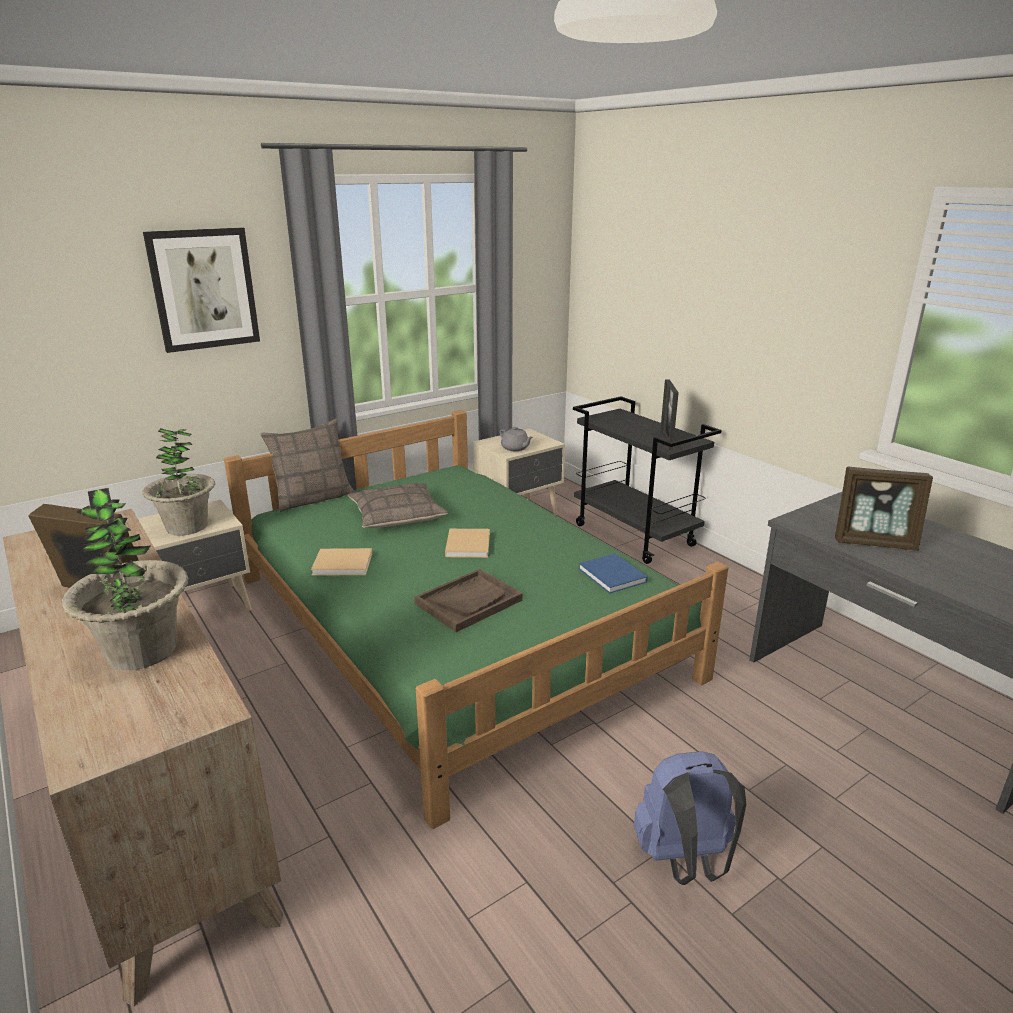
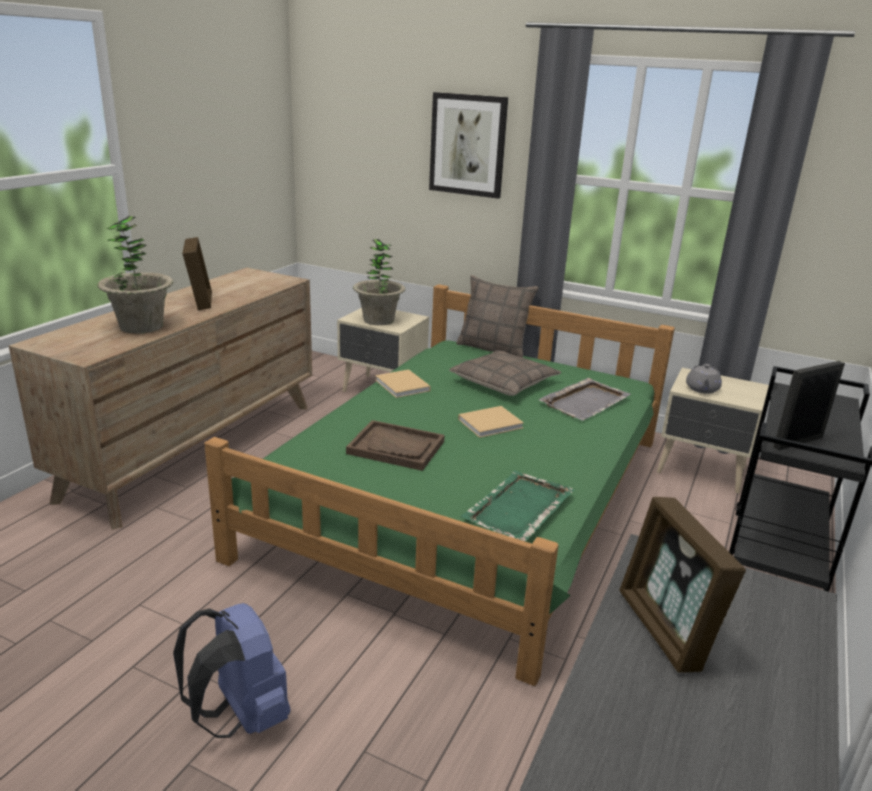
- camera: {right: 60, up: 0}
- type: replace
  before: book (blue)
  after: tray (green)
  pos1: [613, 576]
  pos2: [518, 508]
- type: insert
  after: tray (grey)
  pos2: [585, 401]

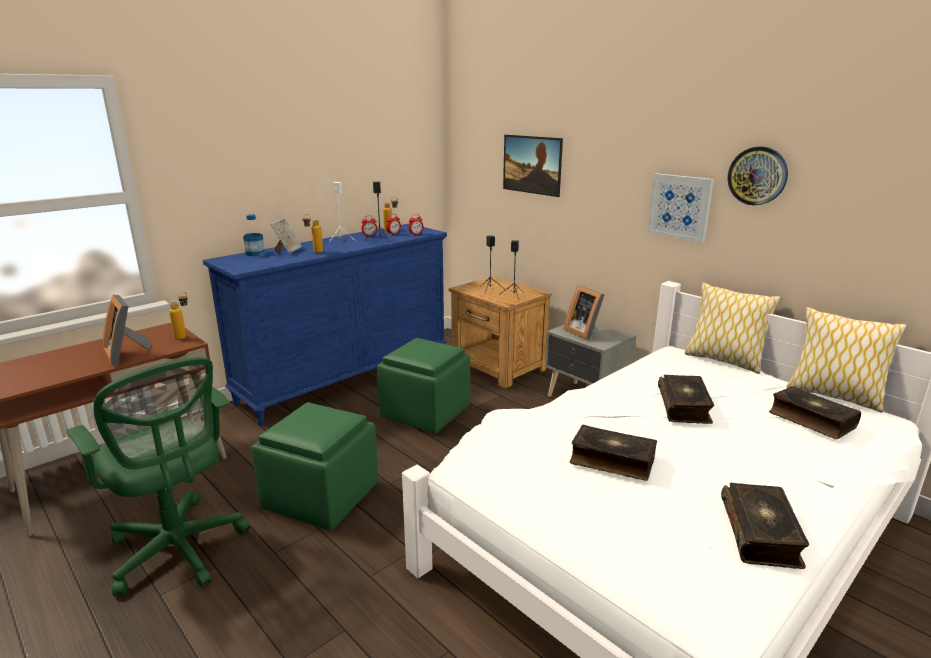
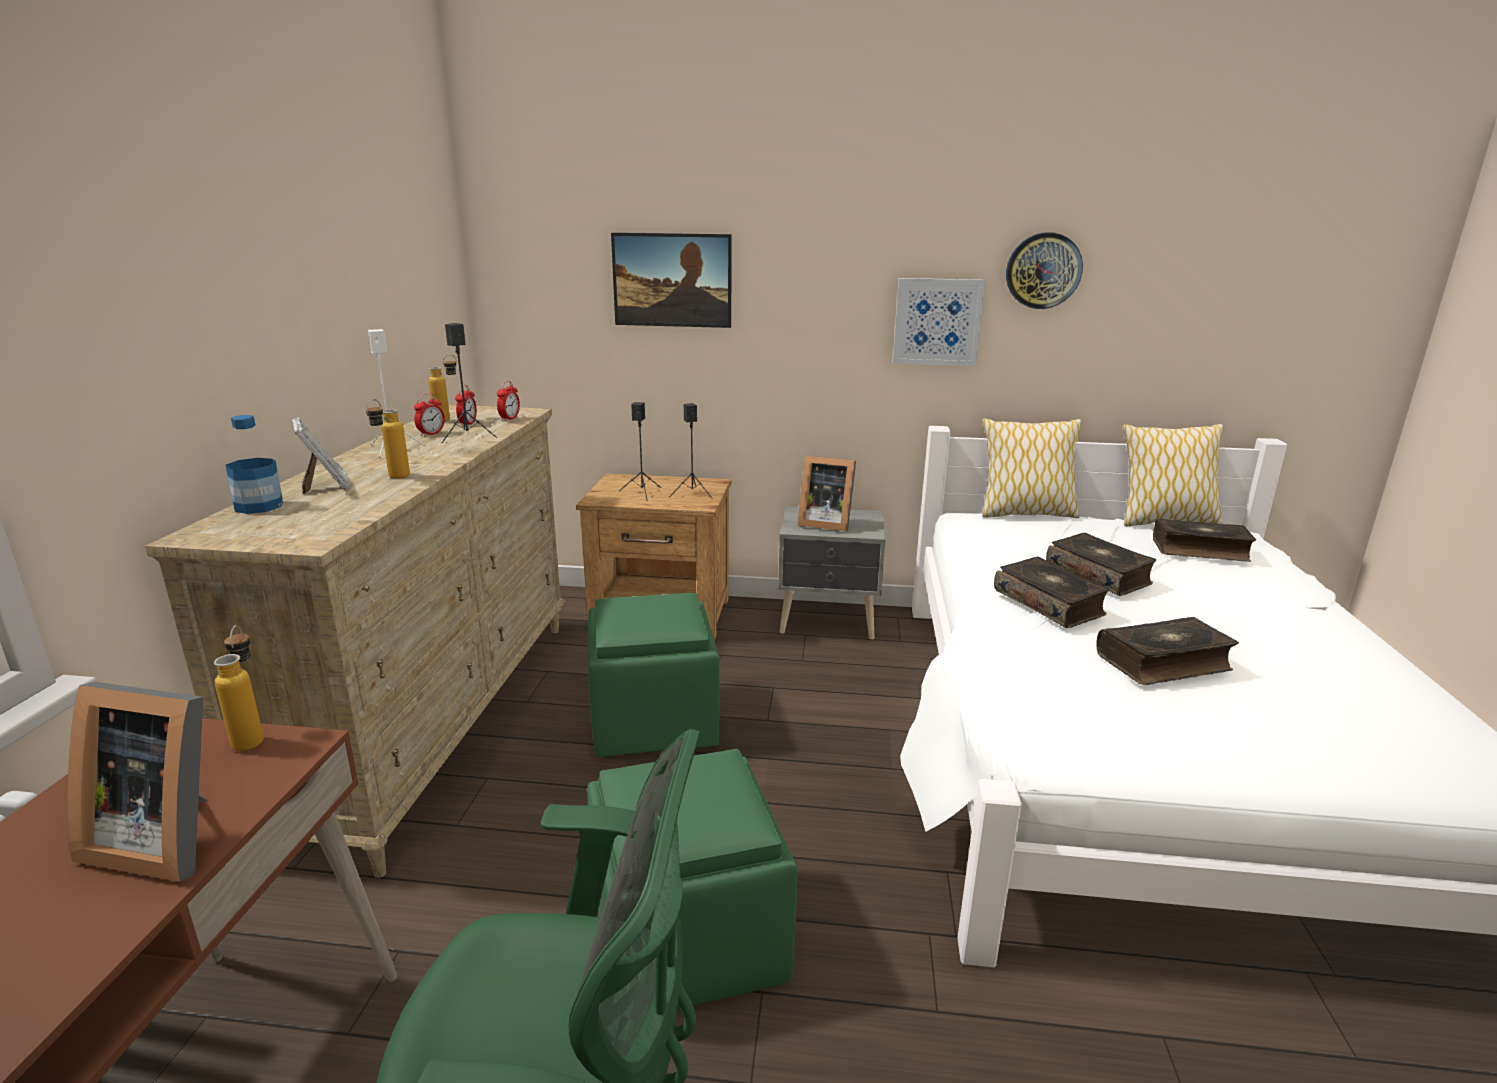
- camera: {right: -40, up: 0}
- type: recolor
  before: dresser (blue)
  after: dresser (beige)
  pos1: [347, 378]
  pos2: [440, 720]
- type: move
  before: book
  pos1: [761, 534]
  pos2: [1049, 603]

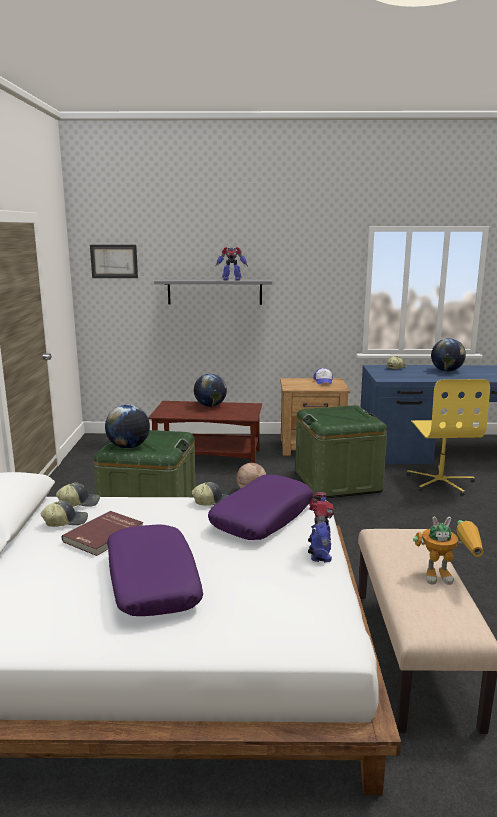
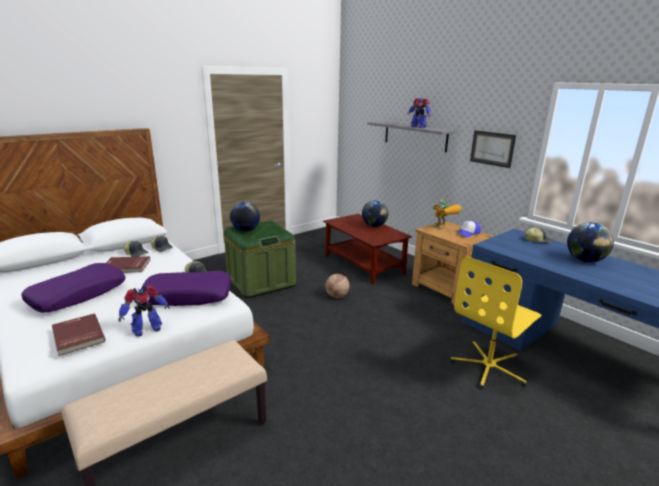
- camera: {right: 50, up: 5}
- type: move
  before: picture
  pos1: [114, 261]
  pos2: [492, 148]
- type: delete
  before: storage box (green)
  pos1: [337, 482]
- type: move
  before: toy robot
  pos1: [448, 576]
  pos2: [444, 228]
- type: insert
  after: book (red)
  pos2: [77, 336]

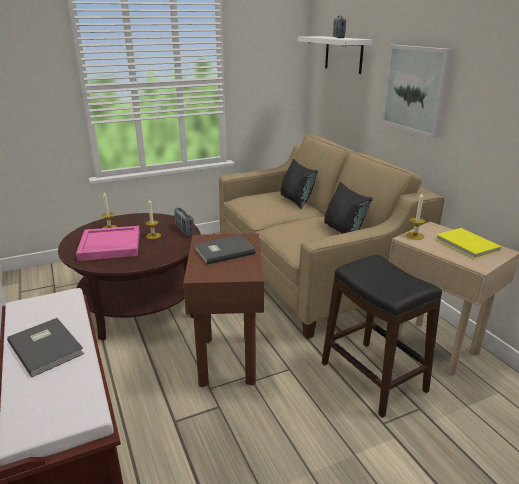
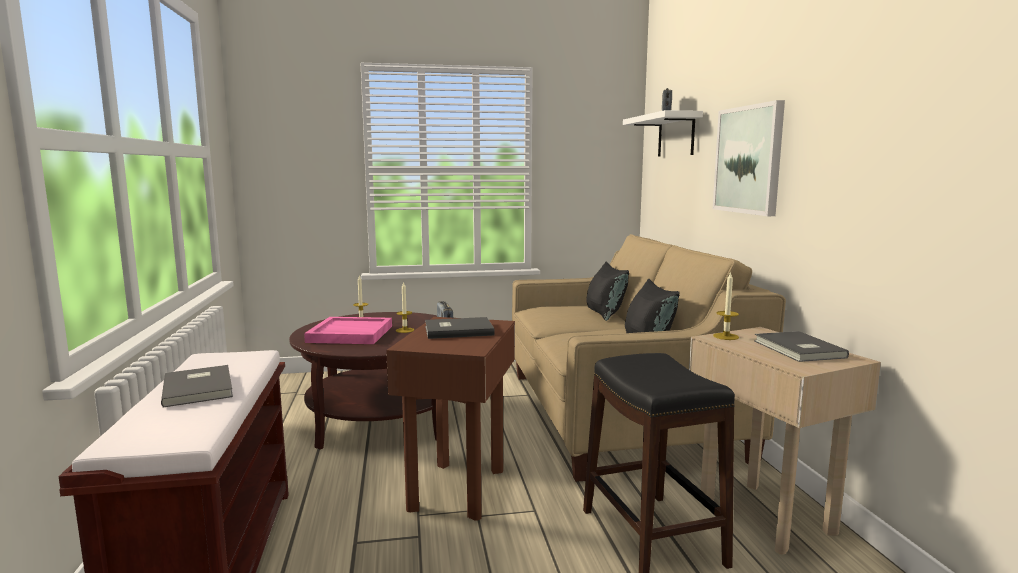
- camera: {right: 15, up: -15}
- type: recolor
  before: book (yellow)
  after: book (grey)
  pos1: [466, 245]
  pos2: [797, 349]

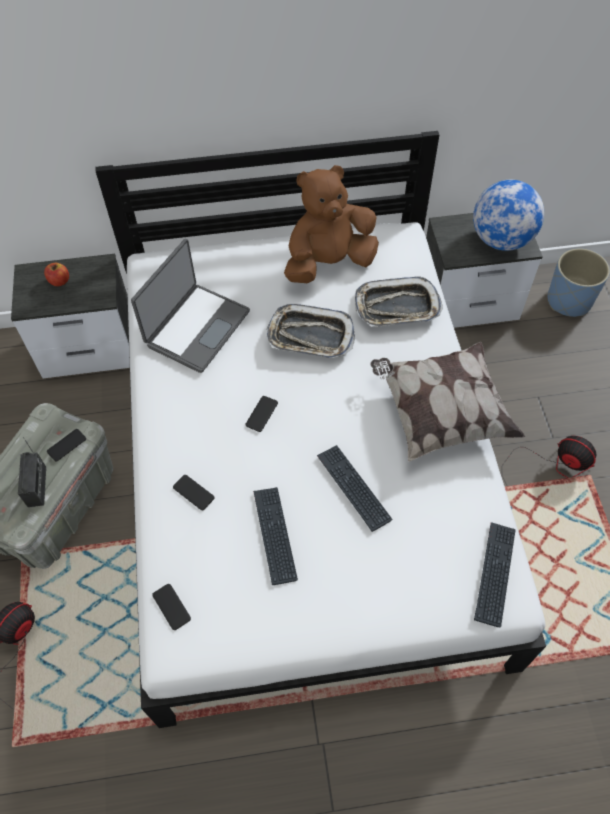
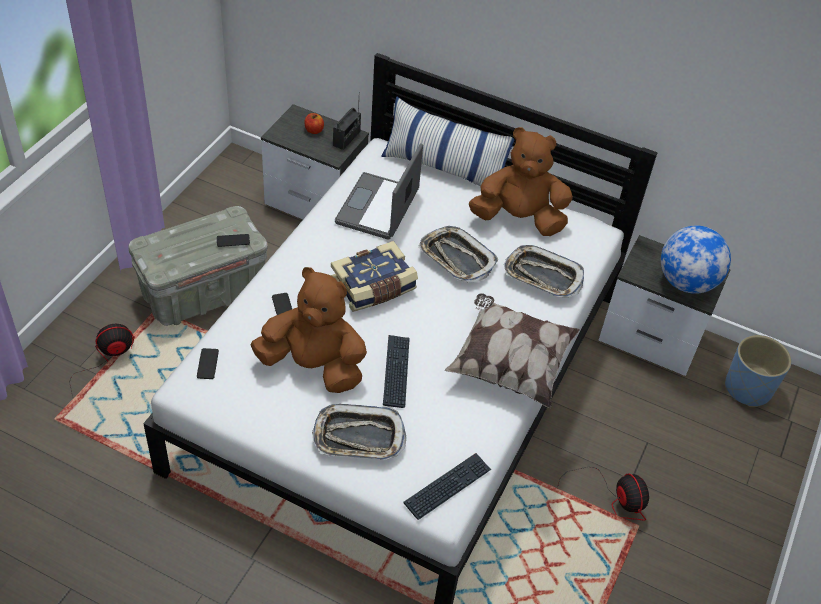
- camera: {right: 30, up: -10}
- type: rotate
  before: laptop
  pos1: [196, 327]
  pos2: [379, 208]
  turn: 135
- type: replace
  before: phone
  after: book
  pos1: [261, 414]
  pos2: [374, 287]
- type: move
  before: radio
  pos1: [37, 486]
  pos2: [346, 138]
- type: replace
  before: keyboard
  after: plush toy (brown)
  pos1: [274, 535]
  pos2: [313, 366]
- type: insert
  after: pillow
  pos2: [444, 167]
- type: insert
  after: tray
  pos2: [358, 437]

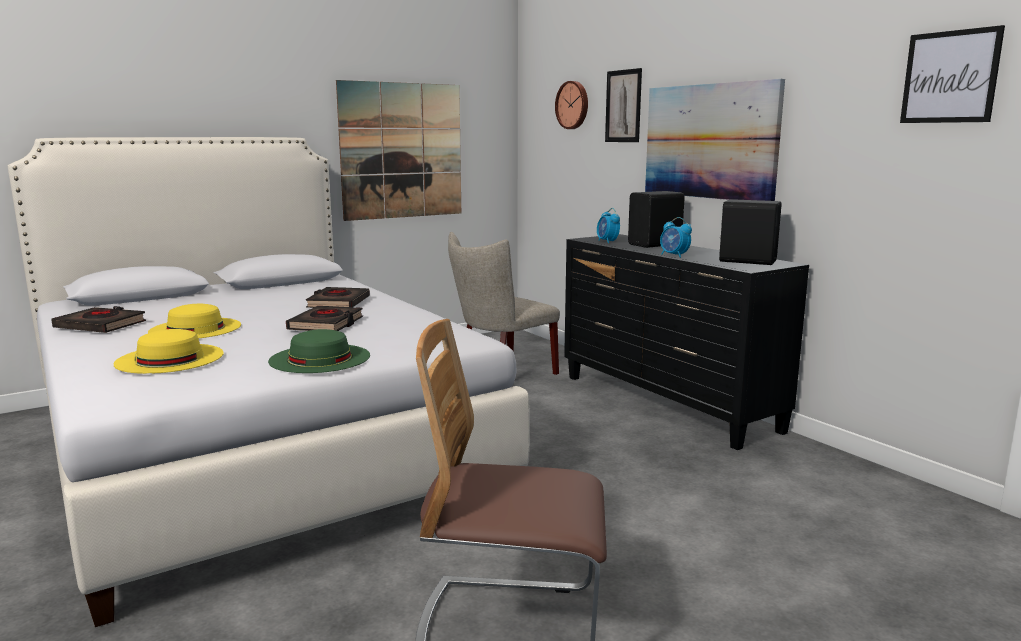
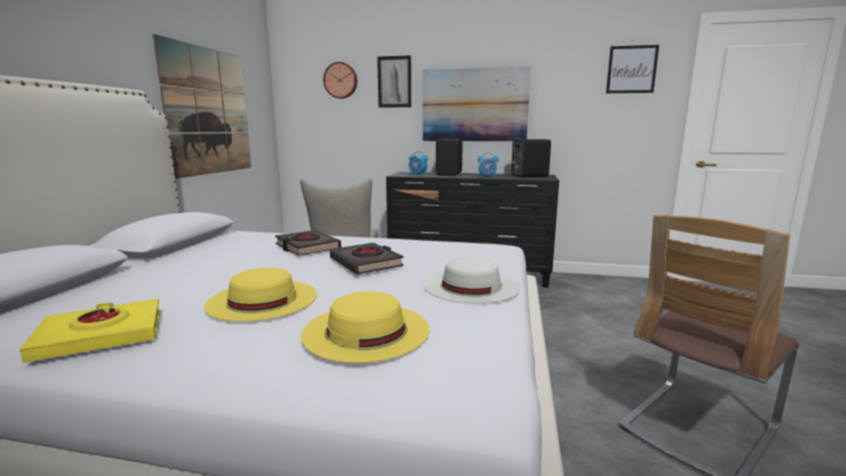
- camera: {right: -45, up: 0}
- type: recolor
  before: book (black)
  after: book (yellow)
  pos1: [101, 325]
  pos2: [101, 336]
- type: recolor
  before: hat (green)
  after: hat (white)
  pos1: [320, 358]
  pos2: [471, 285]

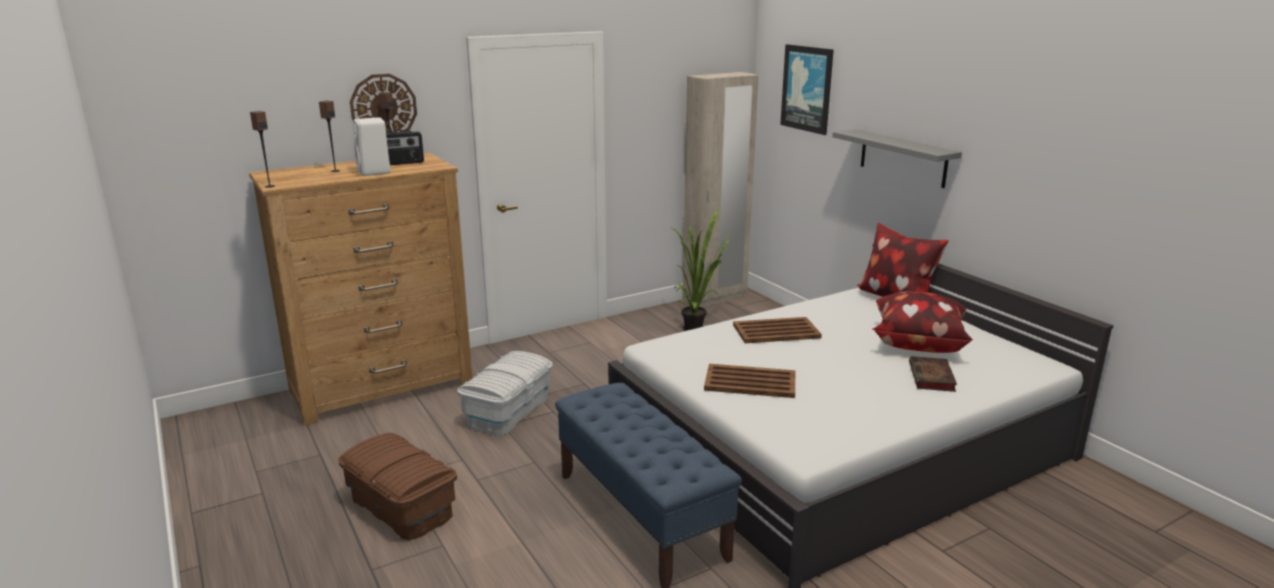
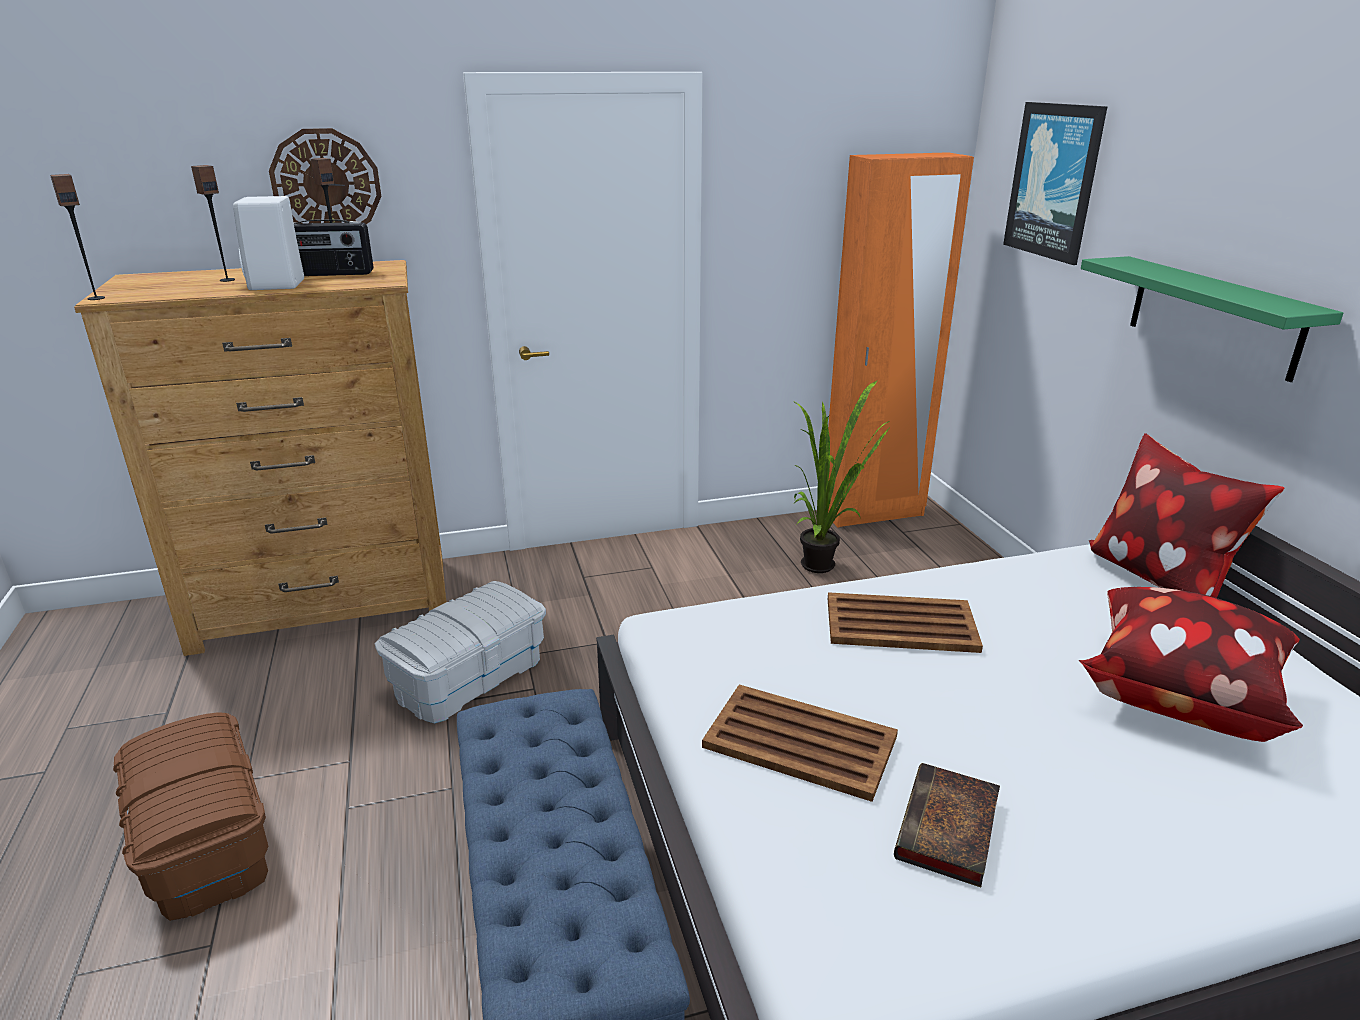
- camera: {right: 15, up: 5}
- type: recolor
  before: wardrobe (beige)
  after: wardrobe (orange)
  pos1: [715, 299]
  pos2: [873, 513]
- type: recolor
  before: shelf (grey)
  after: shelf (green)
  pos1: [903, 158]
  pos2: [1213, 316]
- type: move
  before: book
  pos1: [932, 378]
  pos2: [948, 831]

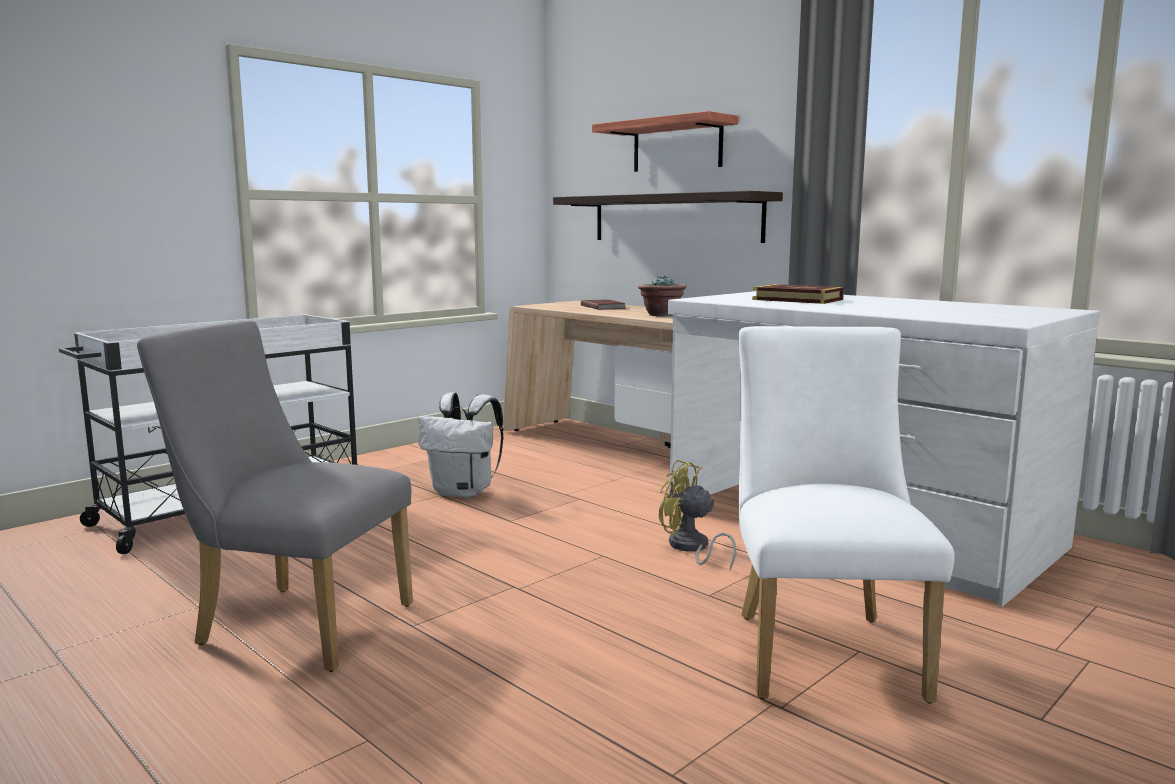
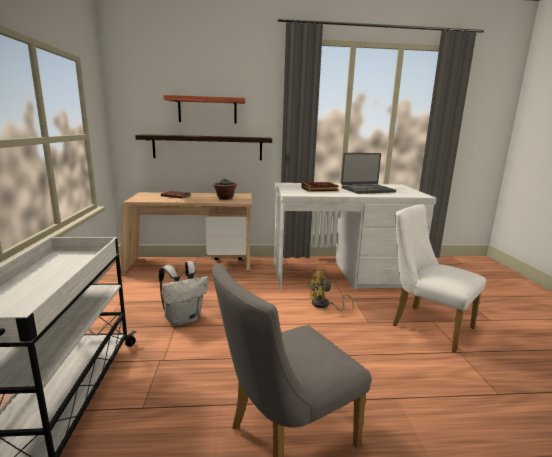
- camera: {right: -50, up: 5}
- type: insert
  after: laptop
  pos2: [367, 190]

